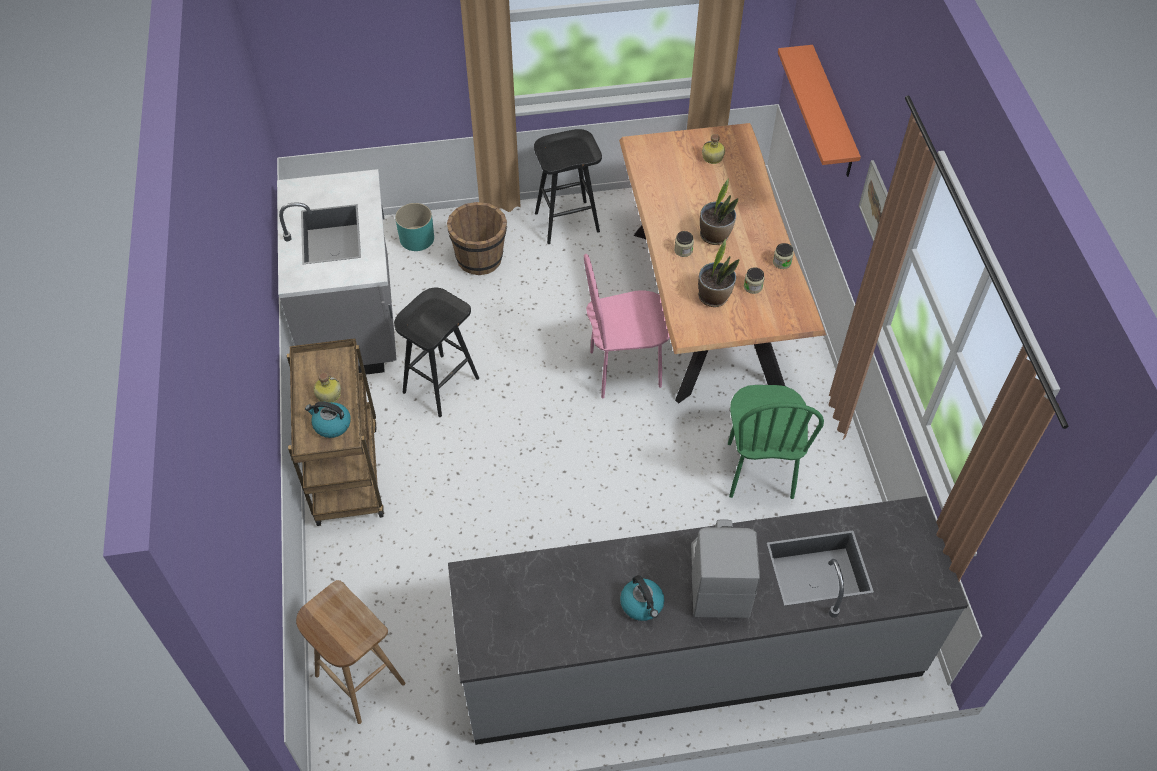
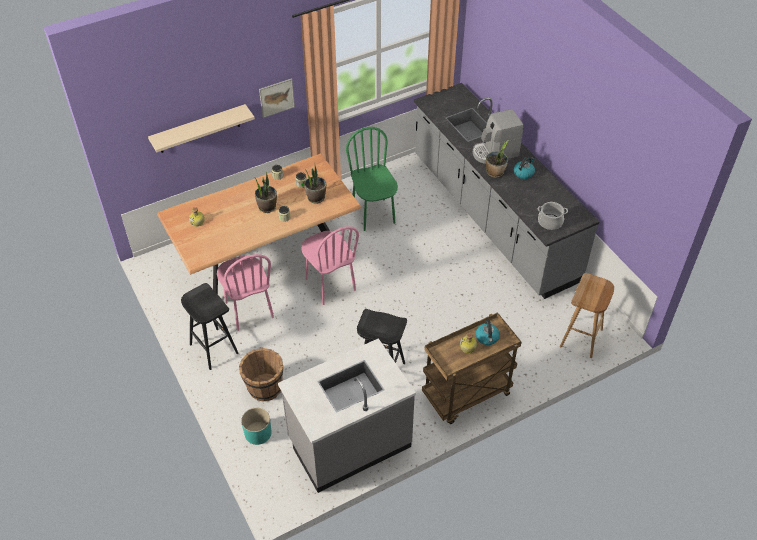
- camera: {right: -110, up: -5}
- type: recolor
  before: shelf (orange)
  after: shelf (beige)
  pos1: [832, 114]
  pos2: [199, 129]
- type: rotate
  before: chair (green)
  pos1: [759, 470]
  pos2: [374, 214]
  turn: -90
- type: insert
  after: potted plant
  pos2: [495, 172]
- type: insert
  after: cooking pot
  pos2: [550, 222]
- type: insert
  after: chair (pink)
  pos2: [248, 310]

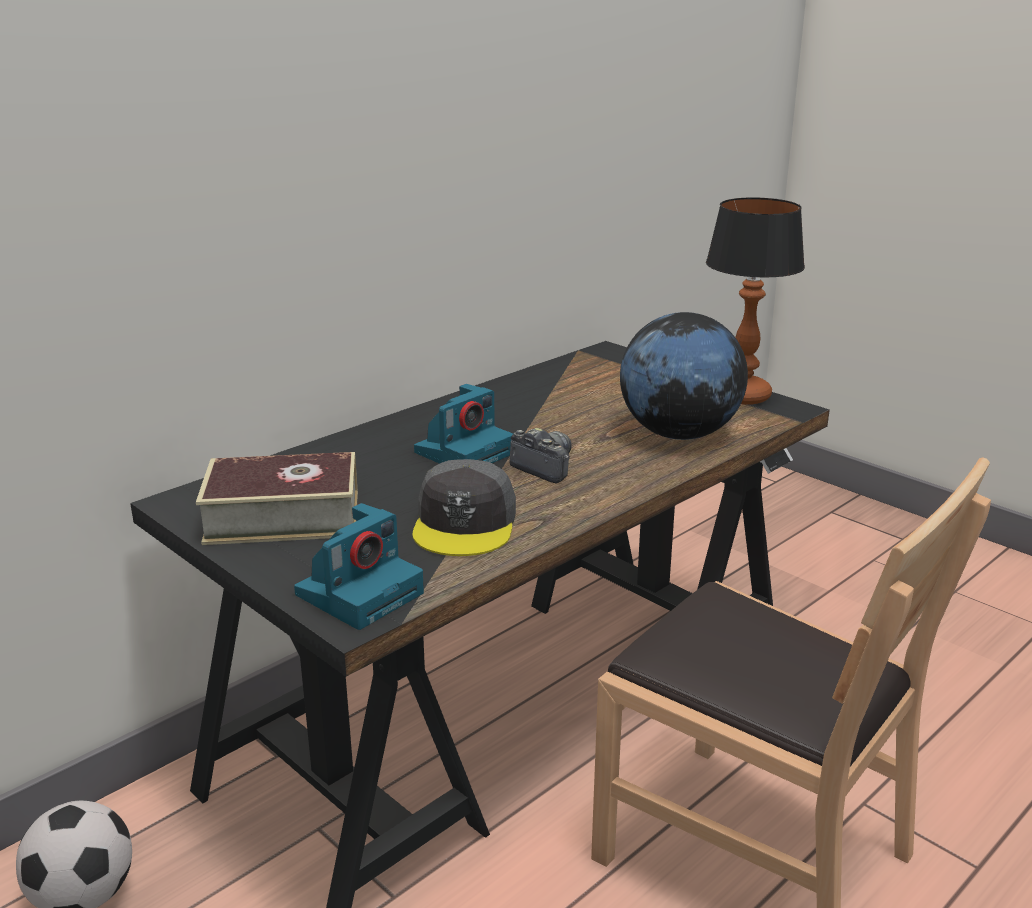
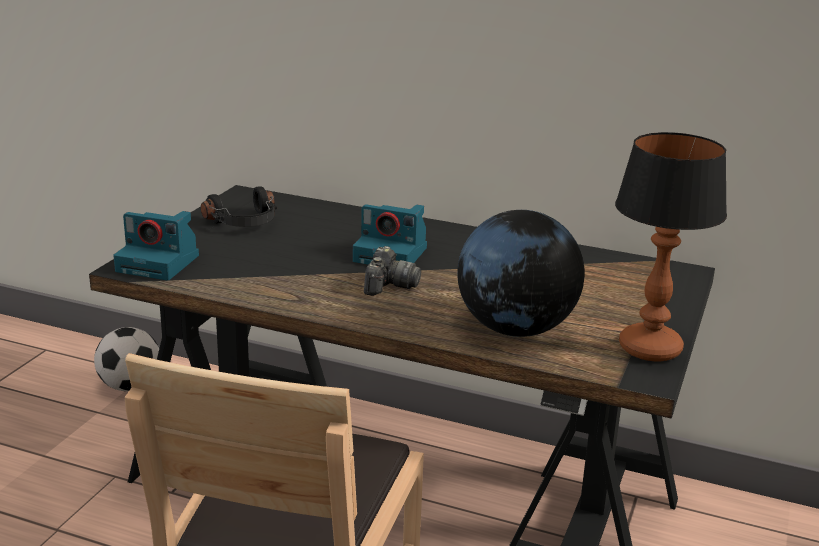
- camera: {right: 65, up: 0}
- type: replace
  before: book
  after: headphones (black)
  pos1: [283, 516]
  pos2: [245, 223]
- type: delete
  before: cap (grey)
  pos1: [465, 524]

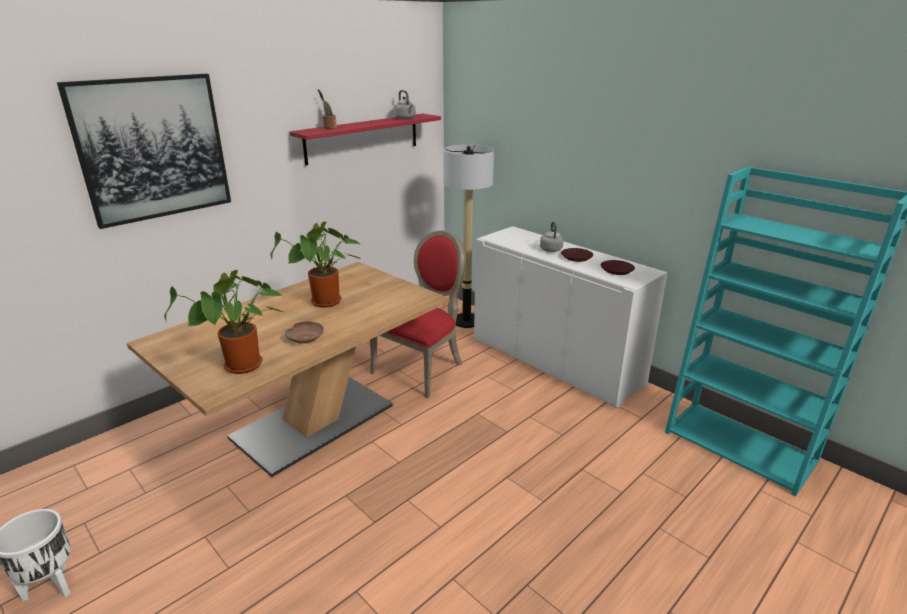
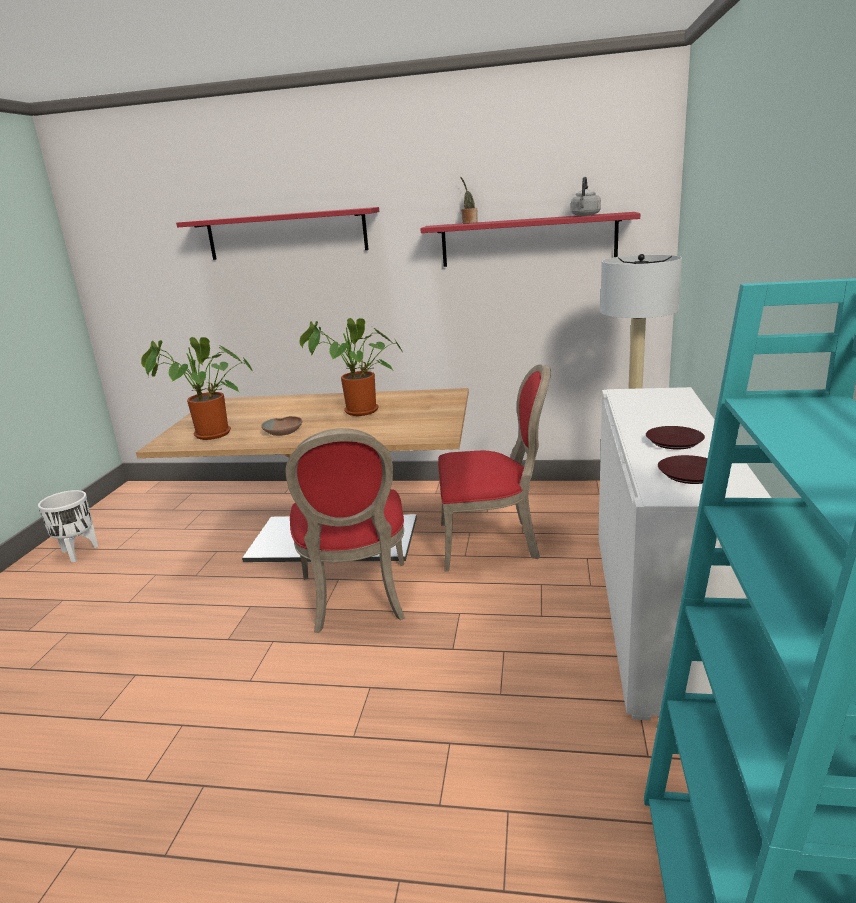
- camera: {right: 55, up: -5}
- type: replace
  before: picture
  after: shelf (red)
  pos1: [153, 148]
  pos2: [286, 234]
- type: delete
  before: kettle (grey)
  pos1: [550, 249]
- type: insert
  after: chair (red)
  pos2: [357, 599]

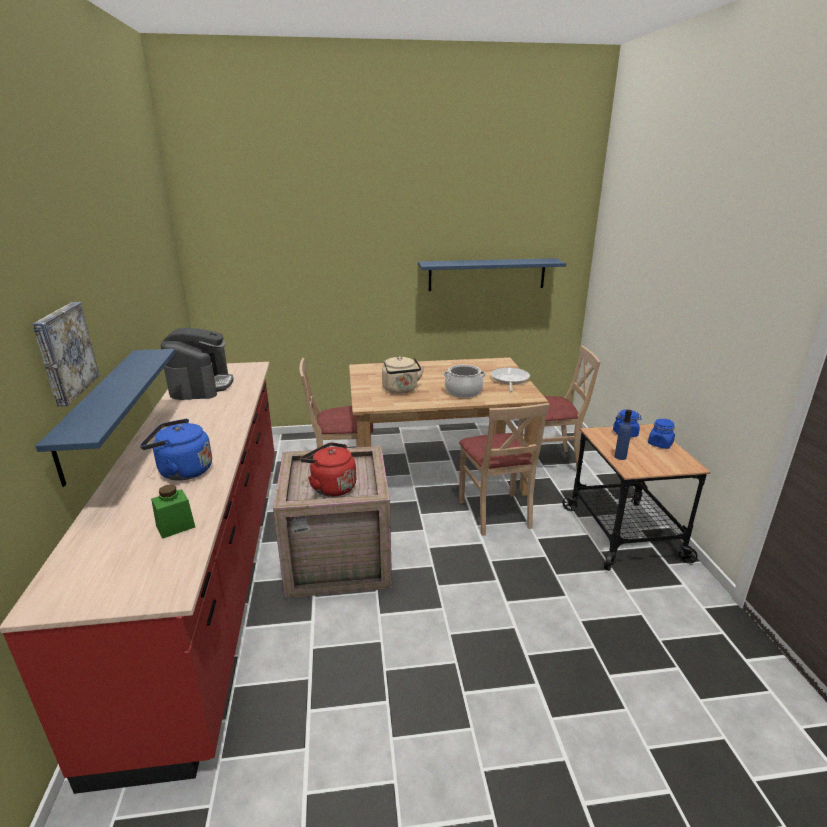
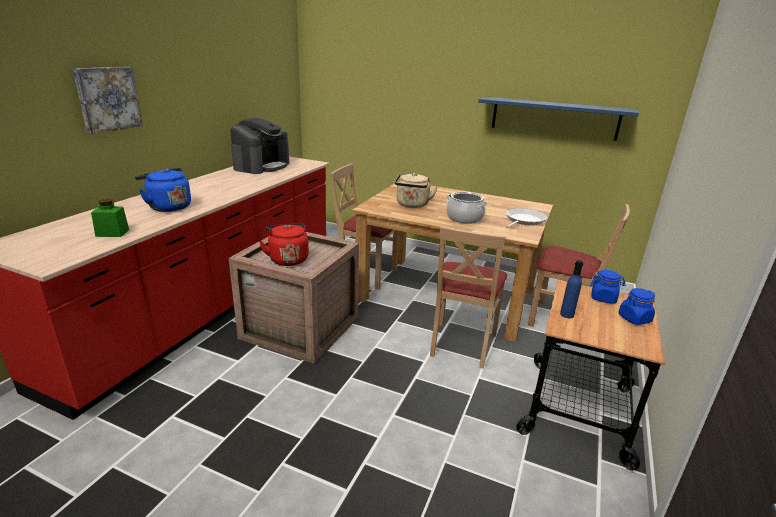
- camera: {right: 30, up: 0}
- type: delete
  before: shelf (blue)
  pos1: [99, 411]

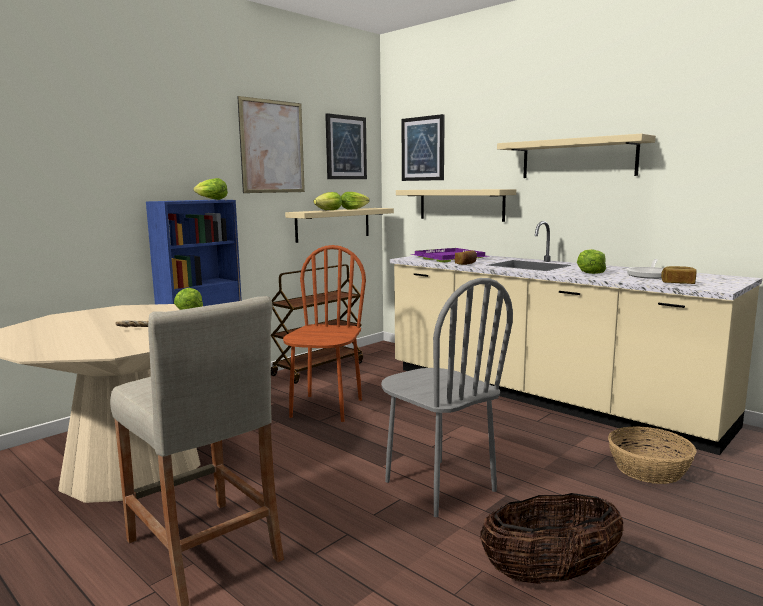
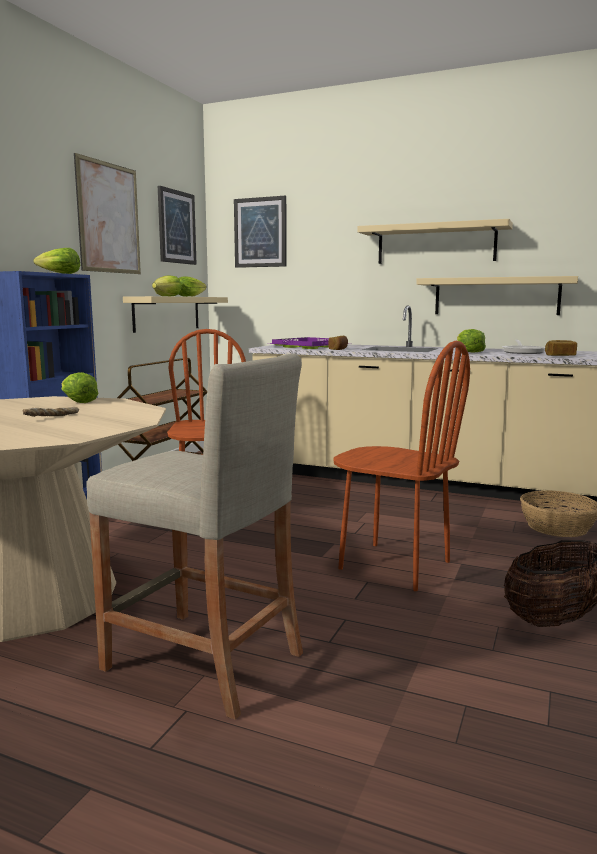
- camera: {right: -20, up: 0}
- type: move
  before: shelf (beige)
  pos1: [461, 204]
  pos2: [496, 296]
- type: recolor
  before: chair (grey)
  after: chair (brown)
  pos1: [439, 486]
  pos2: [394, 565]

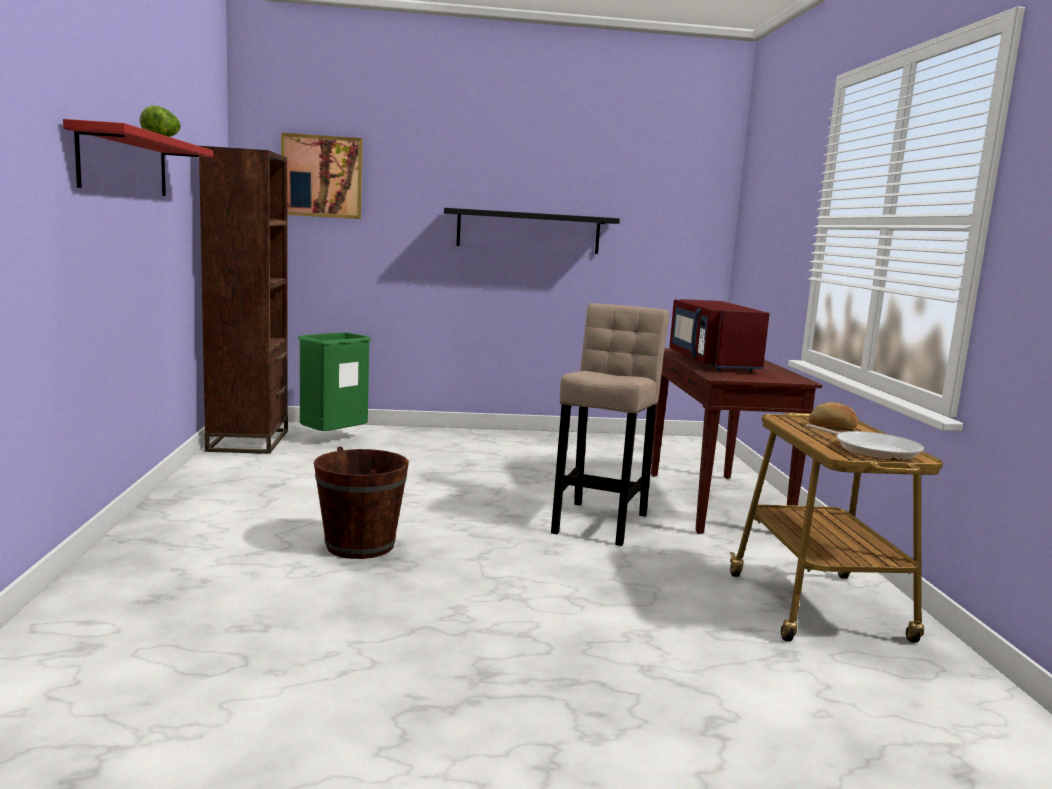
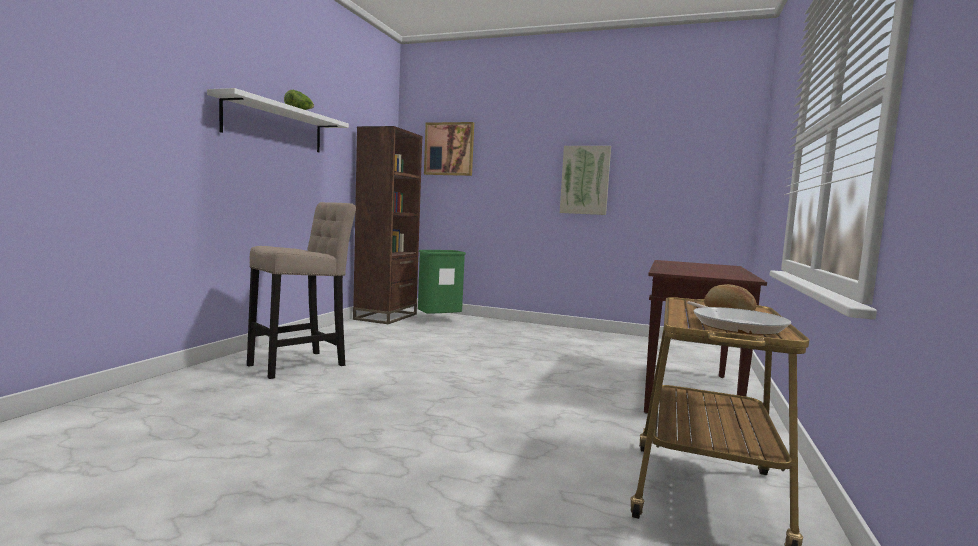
- camera: {right: 25, up: -5}
- type: recolor
  before: shelf (red)
  after: shelf (white)
  pos1: [125, 164]
  pos2: [275, 126]
- type: replace
  before: shelf (black)
  after: picture
  pos1: [528, 231]
  pos2: [585, 180]
- type: delete
  before: microwave (red)
  pos1: [711, 363]
- type: move
  before: stool (beige)
  pos1: [601, 521]
  pos2: [302, 364]
- type: delete
  before: bucket (brown)
  pos1: [360, 545]

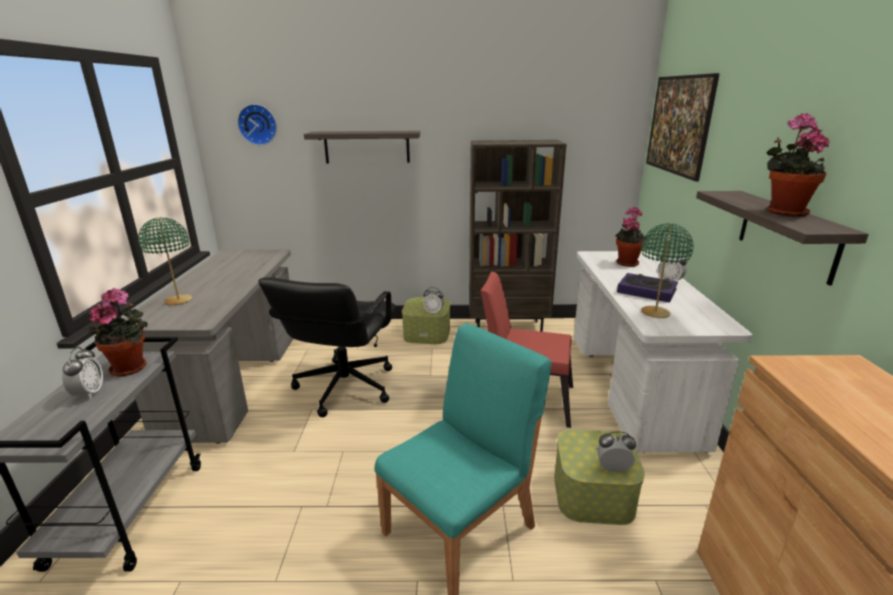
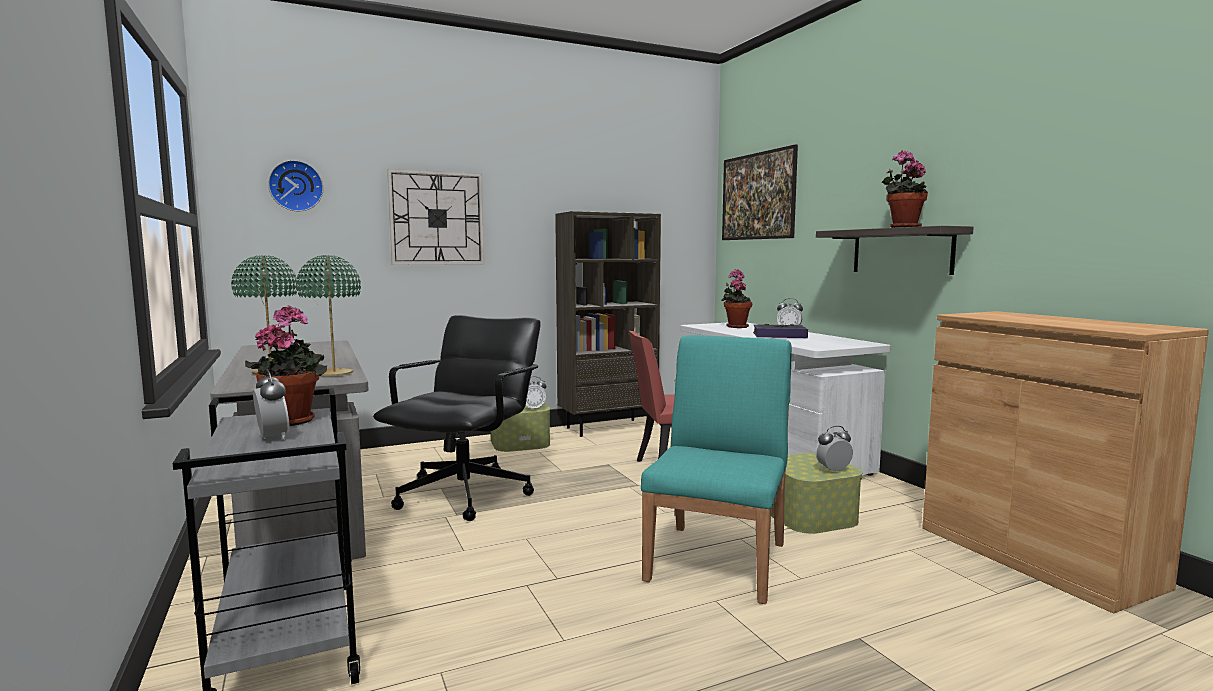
- camera: {right: -25, up: -15}
- type: replace
  before: shelf
  after: wall clock
  pos1: [367, 147]
  pos2: [437, 218]
- type: move
  before: table lamp (green)
  pos1: [655, 313]
  pos2: [334, 374]
- type: rotate
  before: office chair (black)
  pos1: [343, 387]
  pos2: [466, 494]
  turn: -150

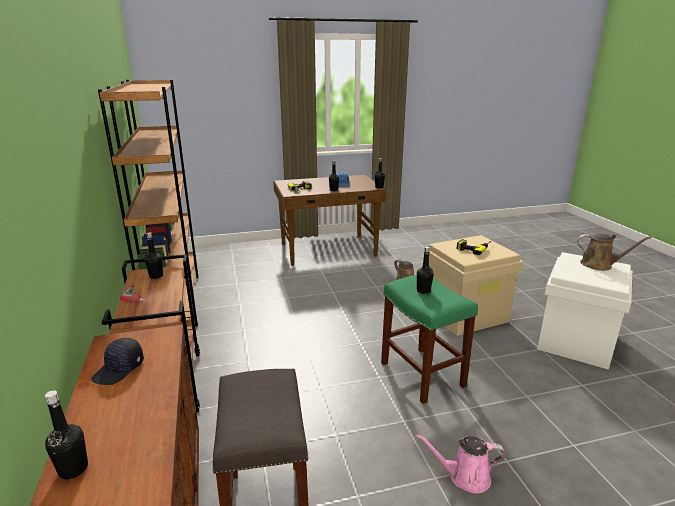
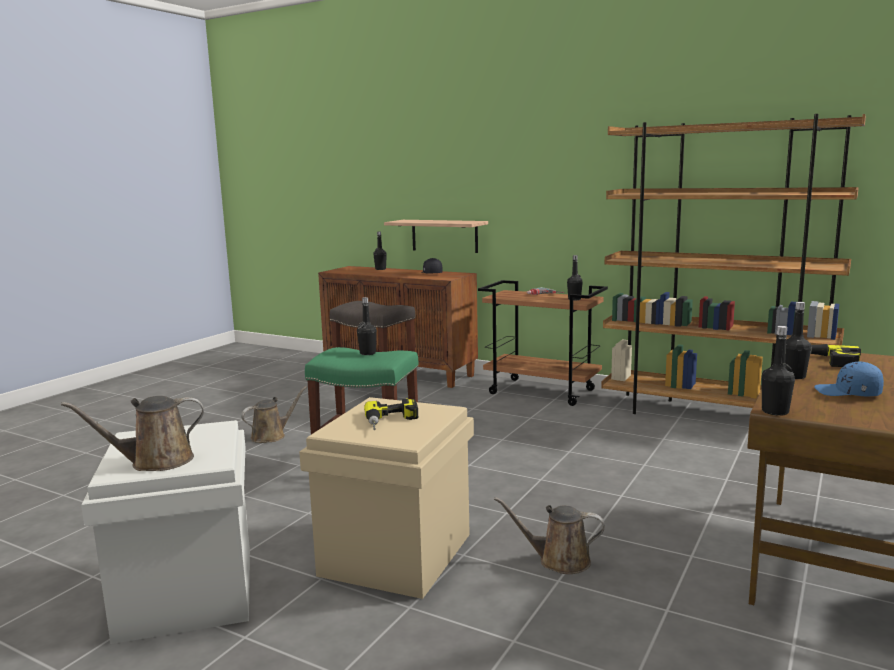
- camera: {right: 135, up: -10}
- type: recolor
  before: watering can (pink)
  after: watering can (brown)
  pos1: [465, 476]
  pos2: [271, 436]
- type: insert
  after: shelf
  pos2: [444, 236]

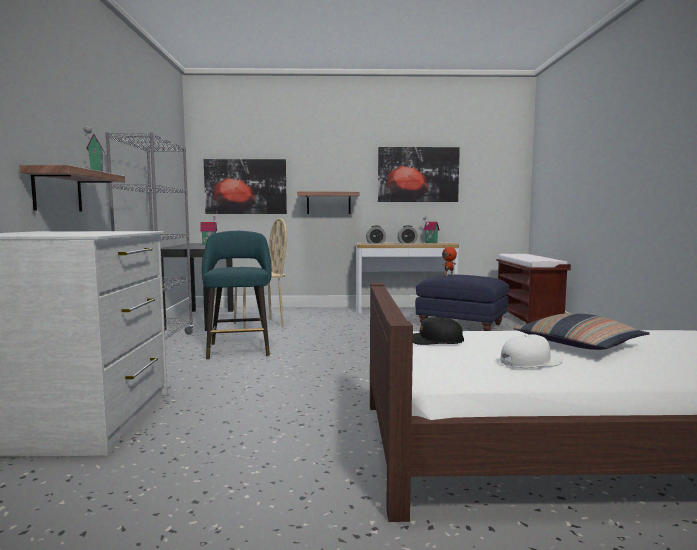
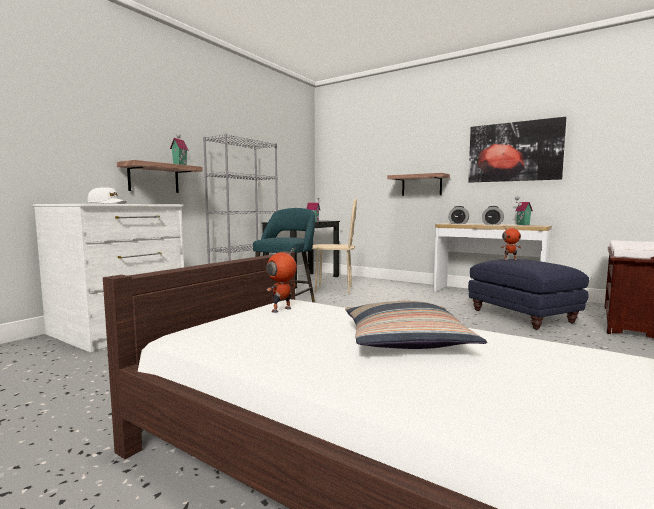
- camera: {right: 35, up: 0}
- type: delete
  before: picture
  pos1: [245, 187]
- type: replace
  before: cap (black)
  after: toy robot
  pos1: [433, 341]
  pos2: [282, 310]
- type: move
  before: cap (white)
  pos1: [531, 362]
  pos2: [107, 203]

